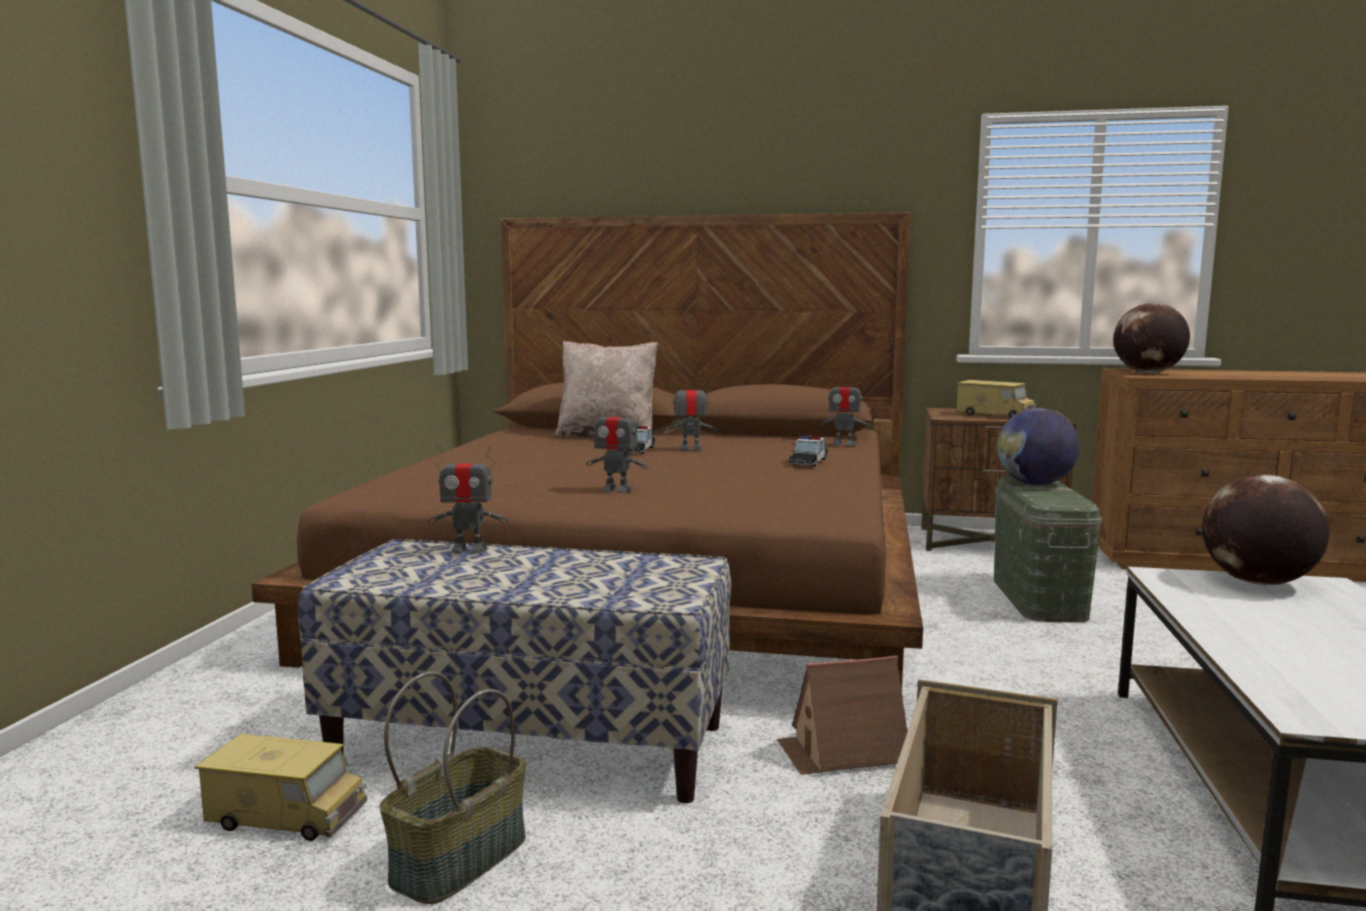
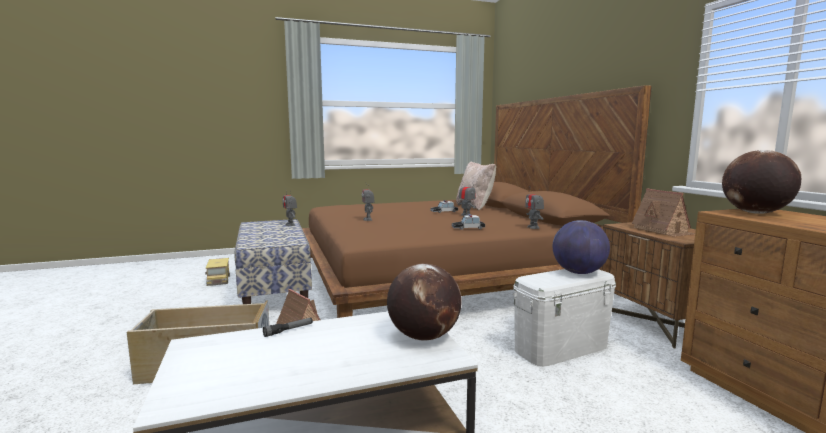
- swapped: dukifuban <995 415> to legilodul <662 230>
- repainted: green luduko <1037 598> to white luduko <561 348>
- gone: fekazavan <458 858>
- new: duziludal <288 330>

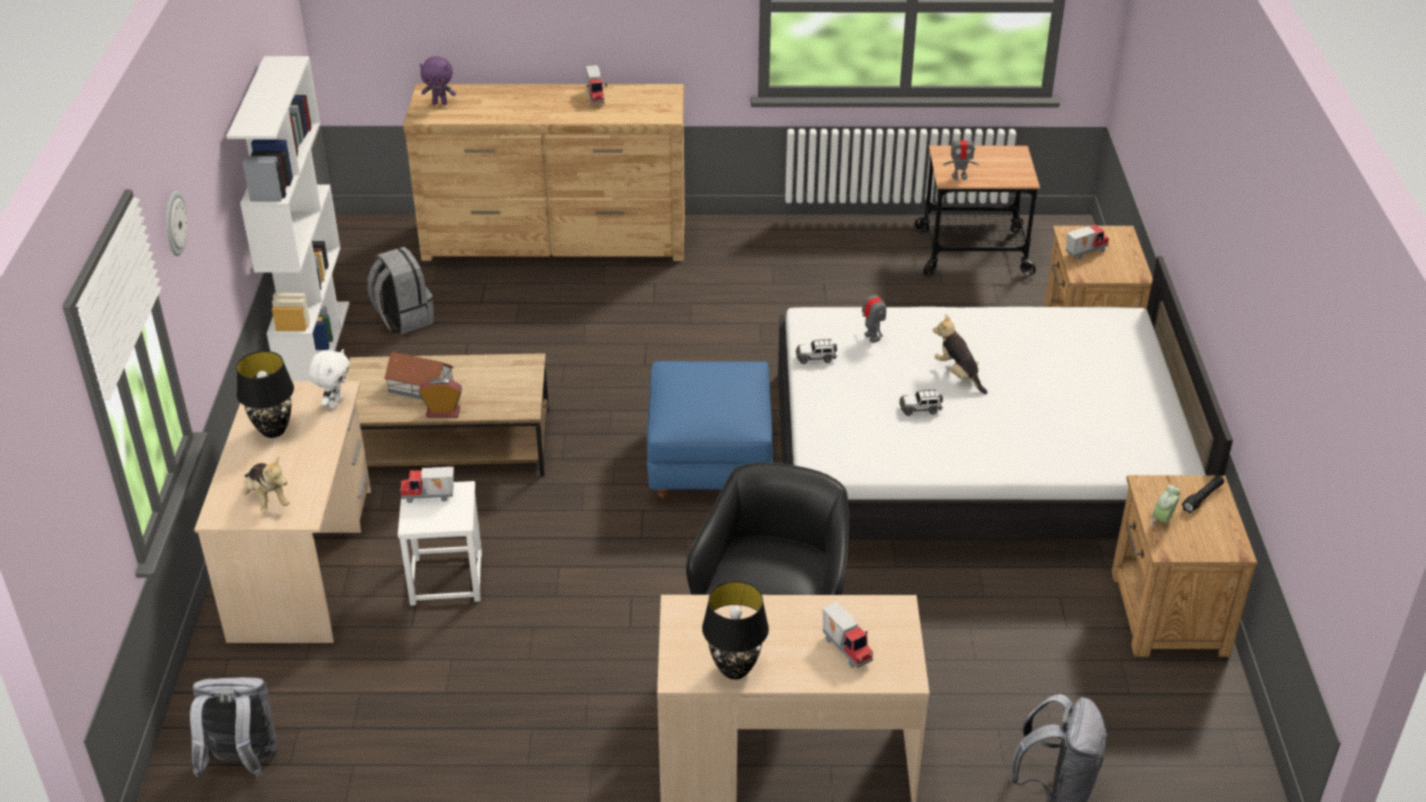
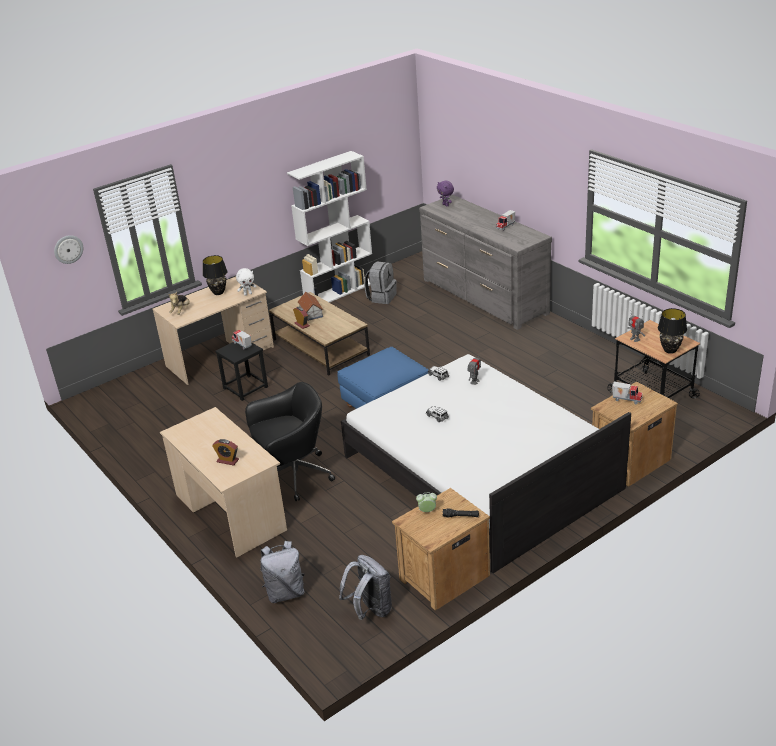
- repainted: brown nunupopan <556 239> to grey nunupopan <484 297>
- shifted: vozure <174 223> to <68 249>
- gone: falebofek <958 374>
- repainted: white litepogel <447 579> to black litepogel <245 388>
- shifted: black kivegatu <734 669> to <670 350>
- swapped: dukifuban <847 648> to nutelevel <227 460>
- shifted: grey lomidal <243 763> to <370 610>

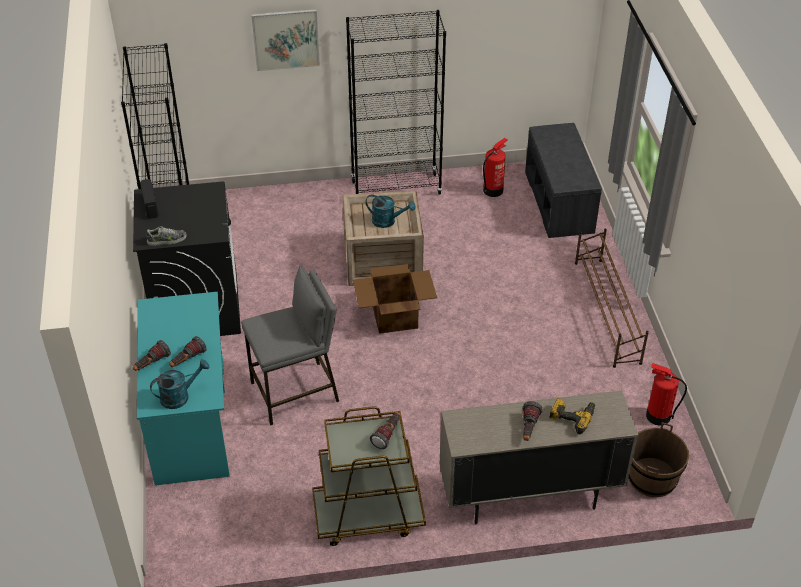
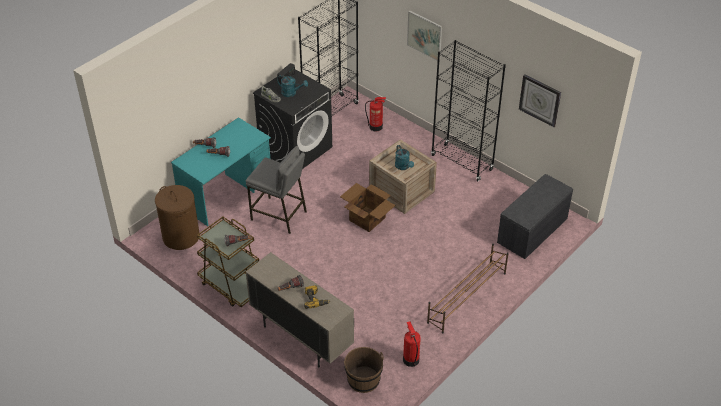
- shifted: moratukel <493 190> to <376 127>
- shifted: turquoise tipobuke <180 396> to <291 93>
- new: vozure <540 100>
- new: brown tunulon <181 237>

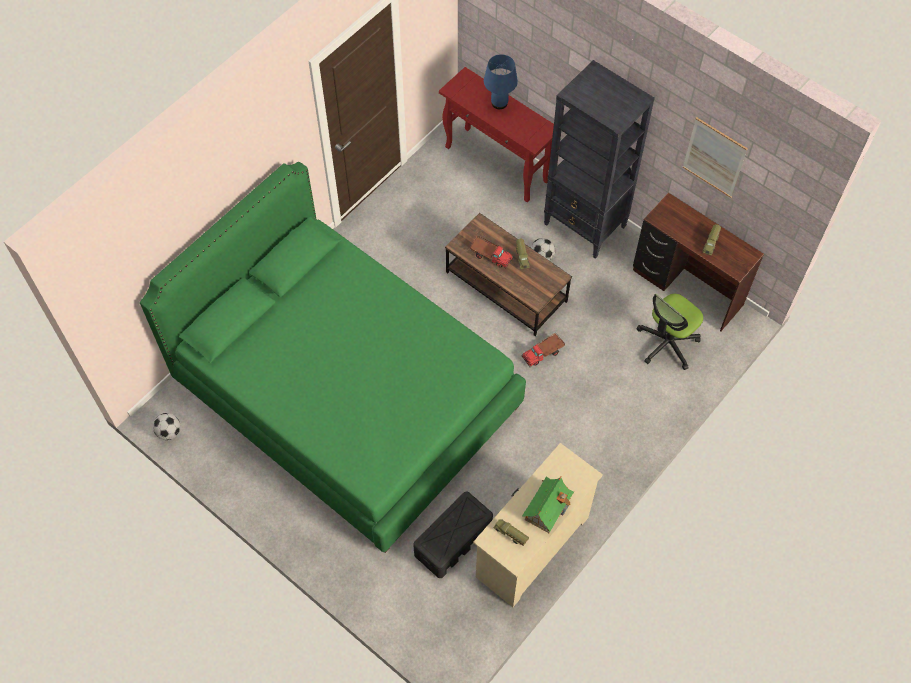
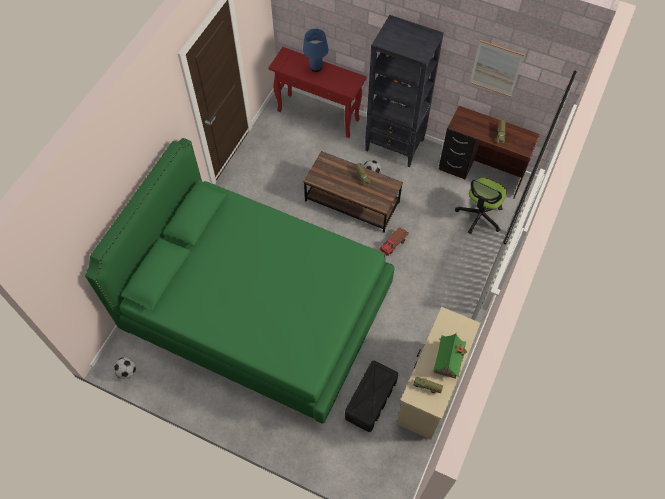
- gone: dukifuban <490 255>

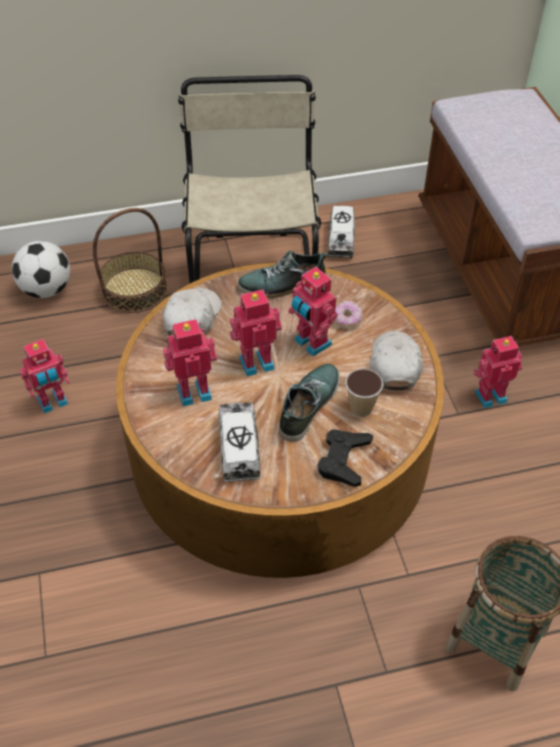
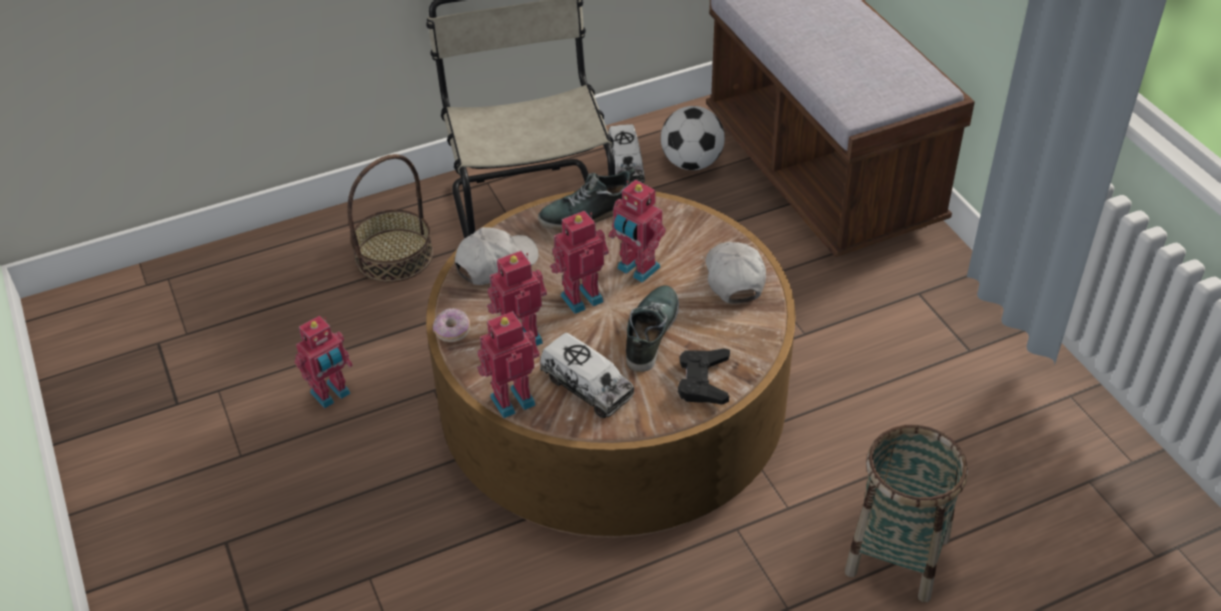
- shifted: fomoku <46 289> to <691 163>
- rotated: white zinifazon <192 318> = <496 263> 45 degrees clockwise
- shifted: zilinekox <346 320> to <452 331>
- shifted: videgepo <489 395> to <511 399>
- gone: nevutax <361 408>
- rotated: dukifuban <239 448> = <587 387> 150 degrees clockwise

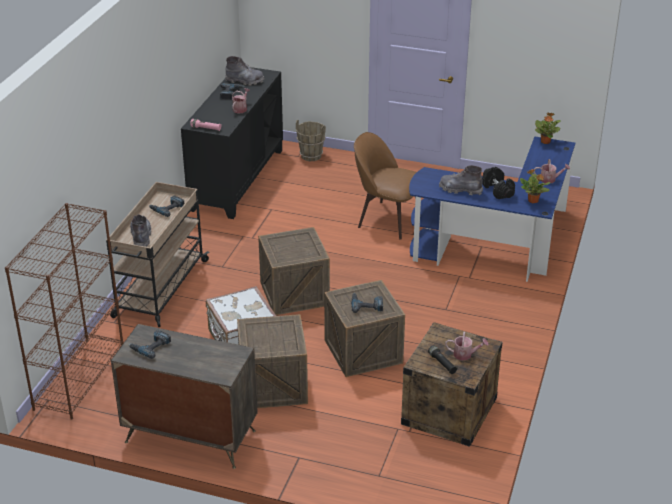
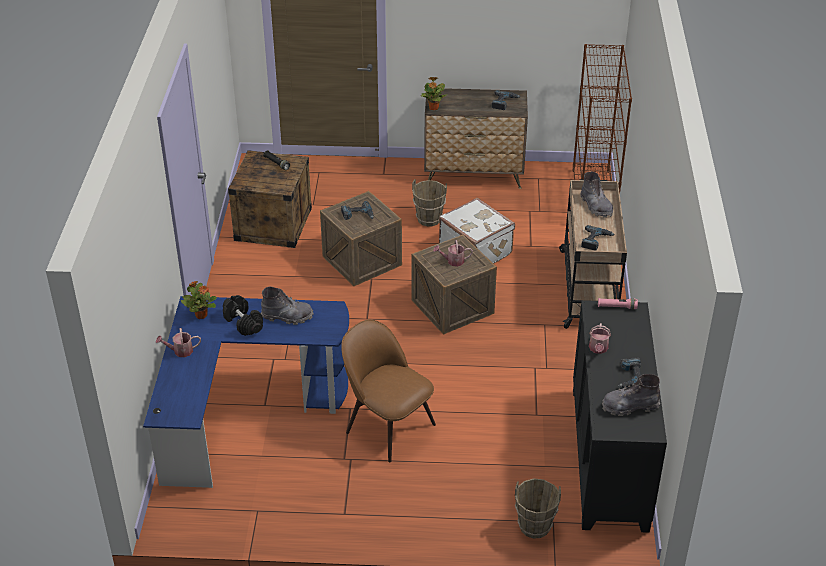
- shifted: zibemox <545 141> to <433 108>
- rotated: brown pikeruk <387 219> = <388 426> 150 degrees counterclockwise
- swapped: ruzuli <273 385> to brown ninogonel <429 219>
- shifted: tipobuke <465 355> to <453 261>

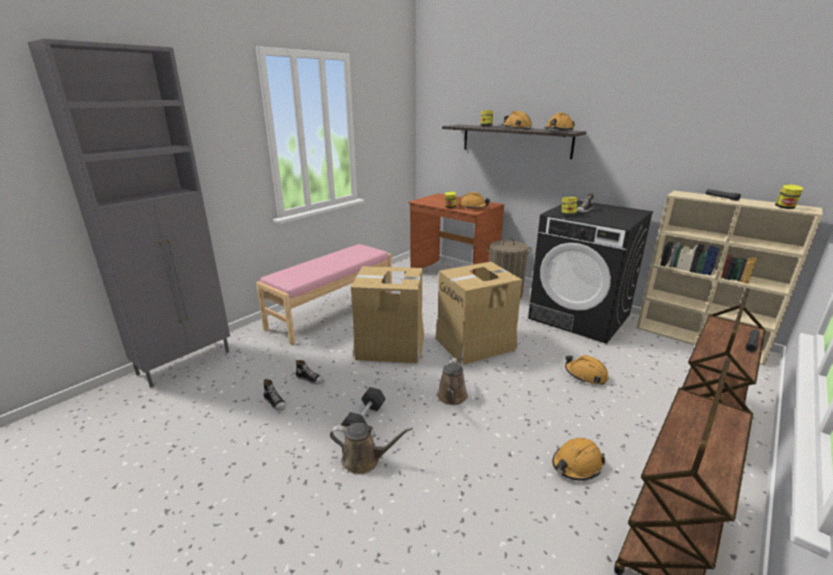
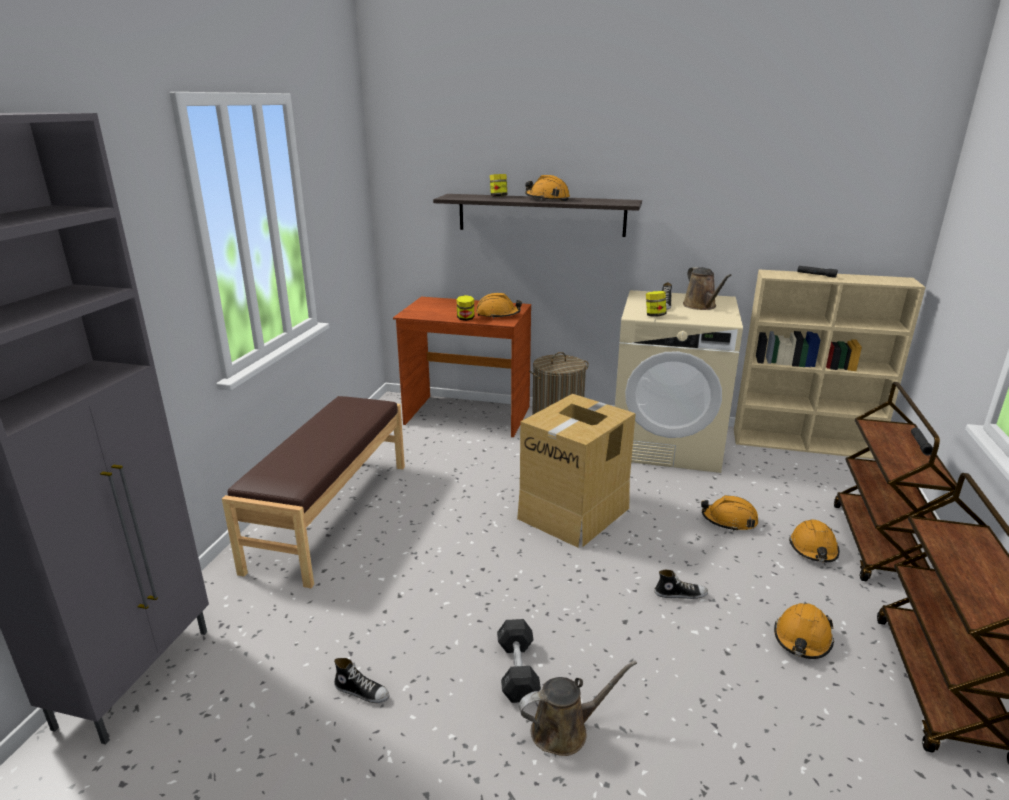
- shifted: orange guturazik <558 131> to <813 549>
- gone: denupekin <785 207>
- repainted: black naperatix <579 317> to beige naperatix <667 443>
- repainted: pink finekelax <332 311> to brown finekelax <330 514>
- gone: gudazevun <390 346>
- shifted: brown tipobuke <452 397> to <701 306>
- shifted: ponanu <310 379> to <680 594>

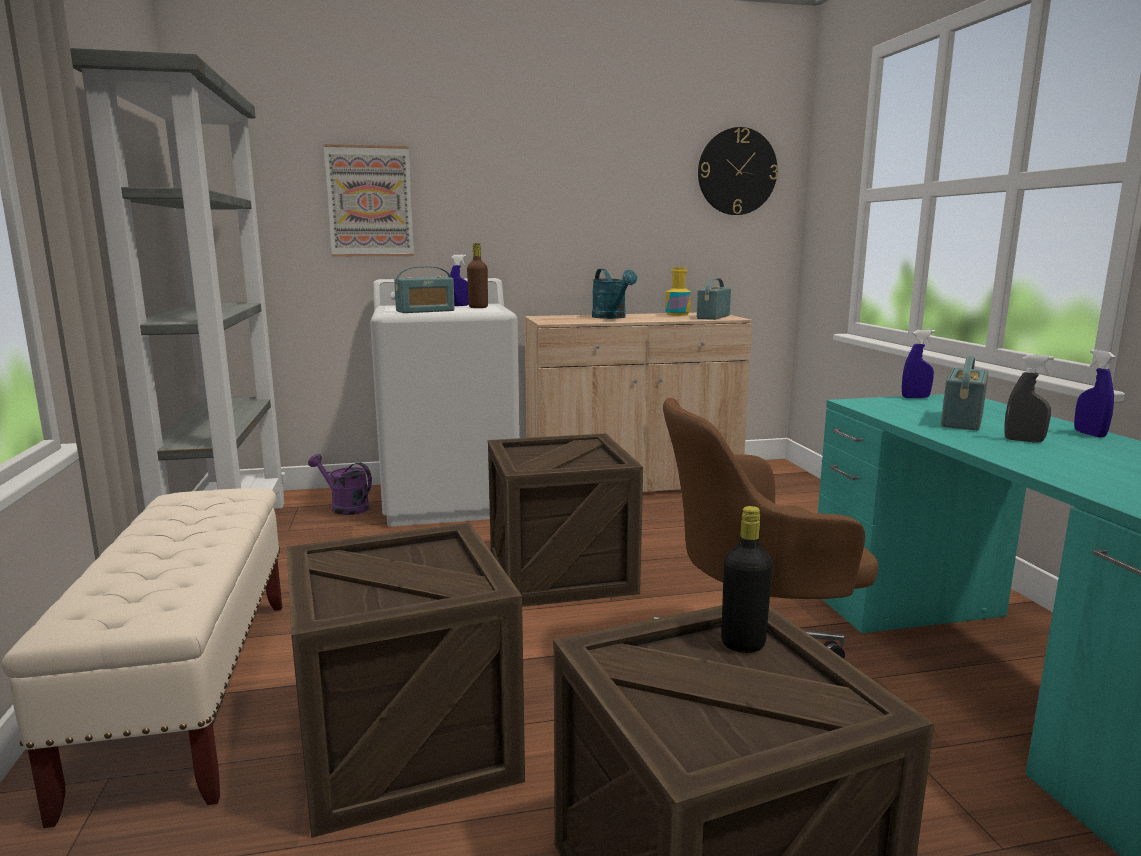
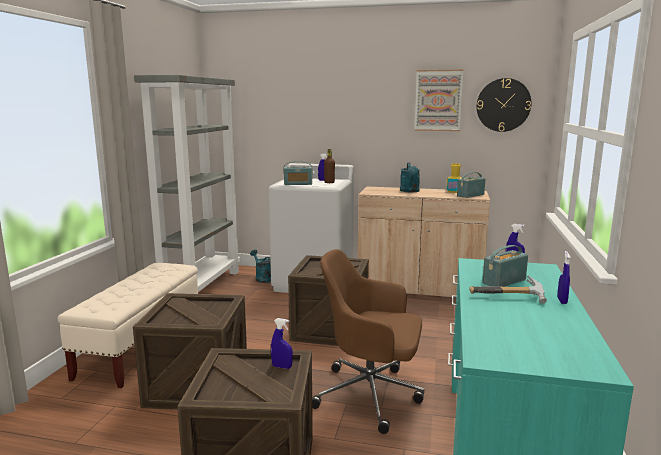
- shifted: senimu <370 201> to <438 100>
- swapped: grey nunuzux <1024 440> to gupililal <509 298>
- repainted: purple tipobuke <345 507> to turquoise tipobuke <262 278>
- swapped: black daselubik <743 644> to blue nunuzux <282 367>

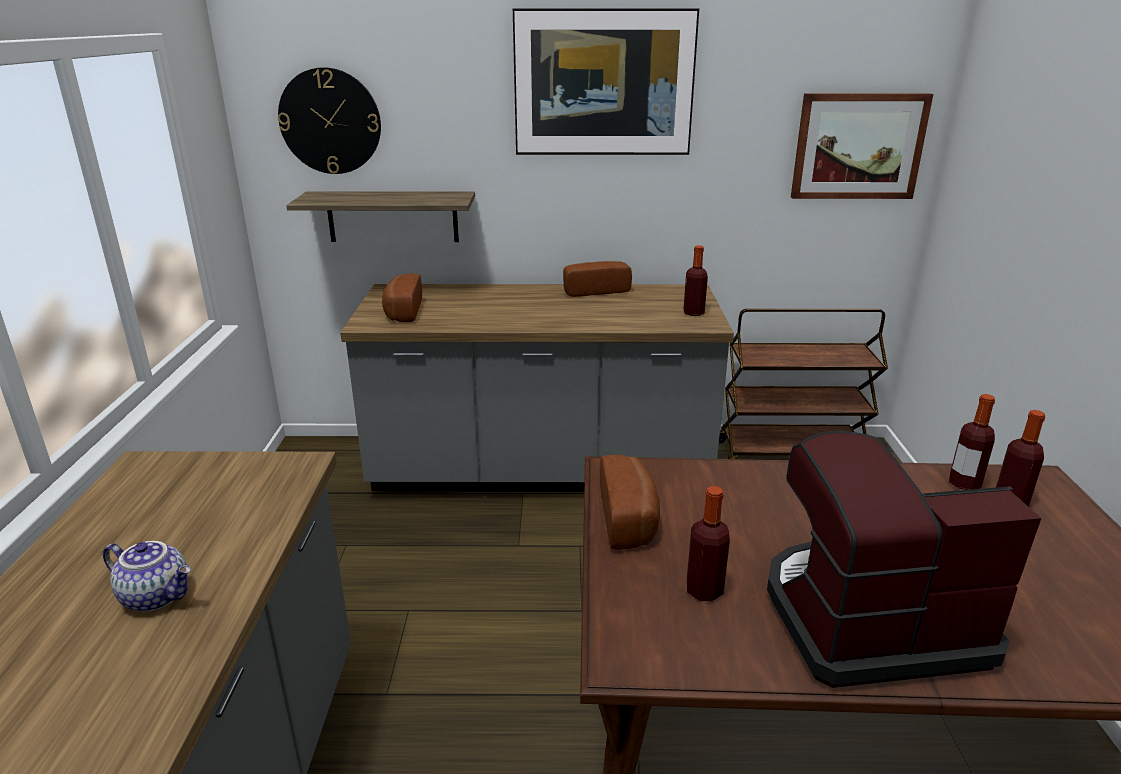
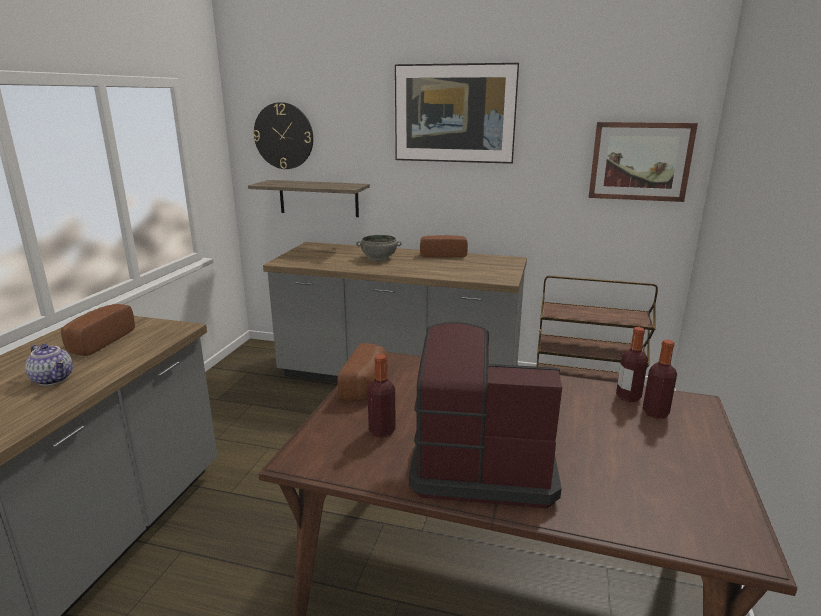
- gone: daselubik <693 313>
- shifted: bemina <402 311> to <98 342>
- new: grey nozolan <379 258>

